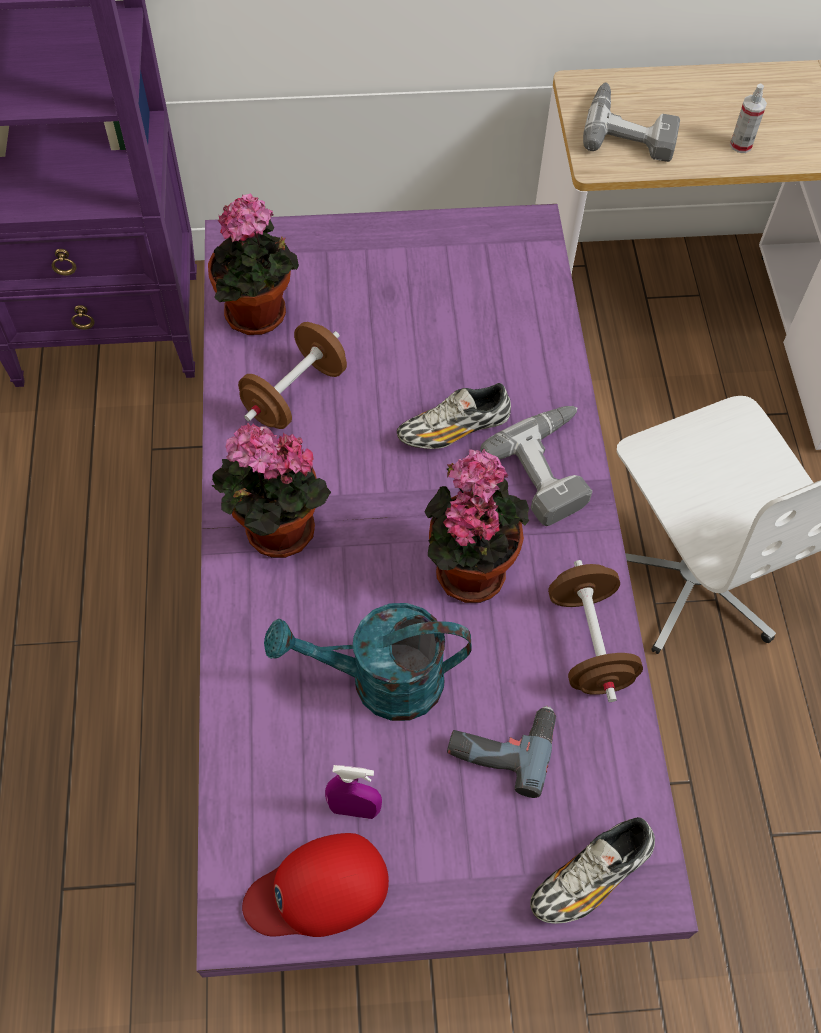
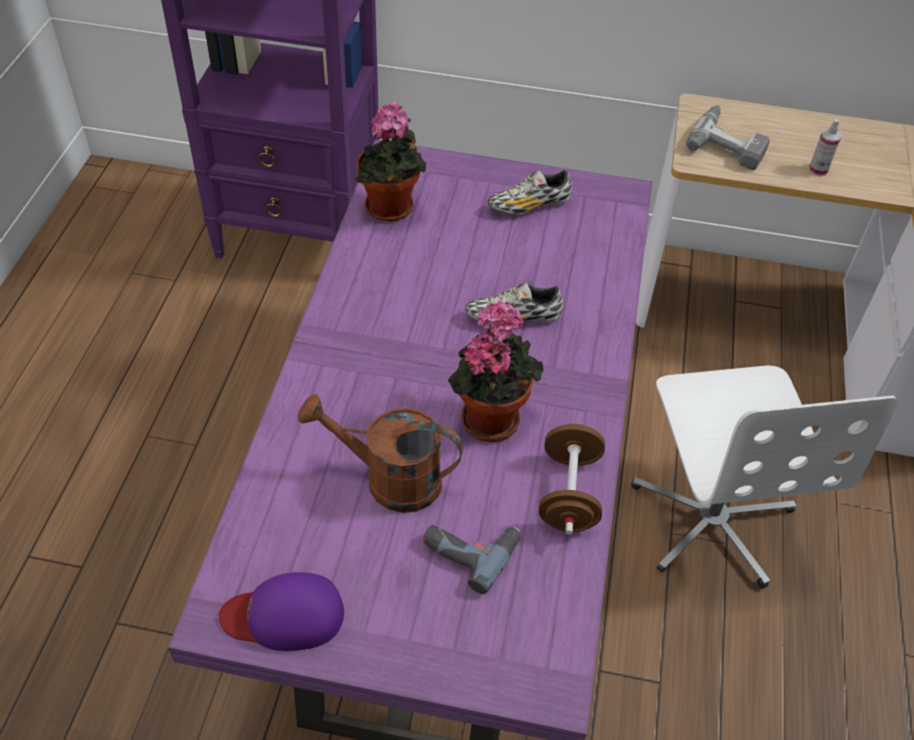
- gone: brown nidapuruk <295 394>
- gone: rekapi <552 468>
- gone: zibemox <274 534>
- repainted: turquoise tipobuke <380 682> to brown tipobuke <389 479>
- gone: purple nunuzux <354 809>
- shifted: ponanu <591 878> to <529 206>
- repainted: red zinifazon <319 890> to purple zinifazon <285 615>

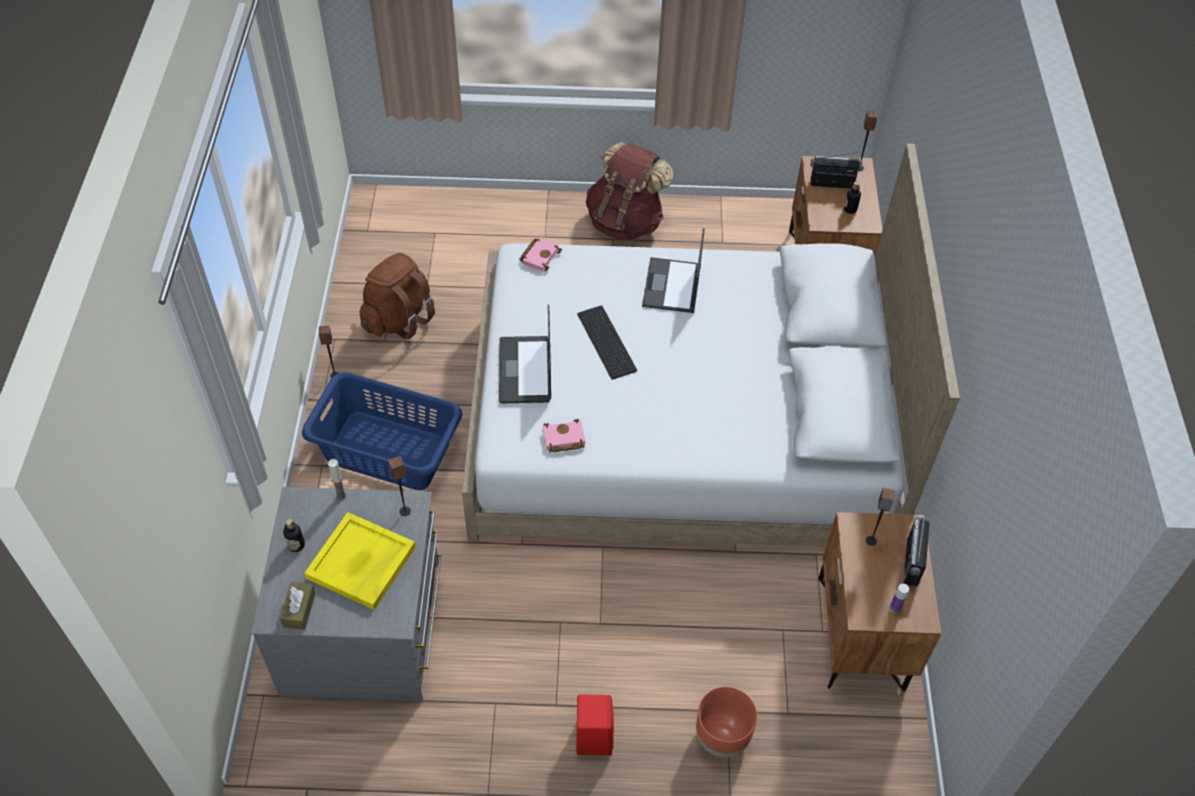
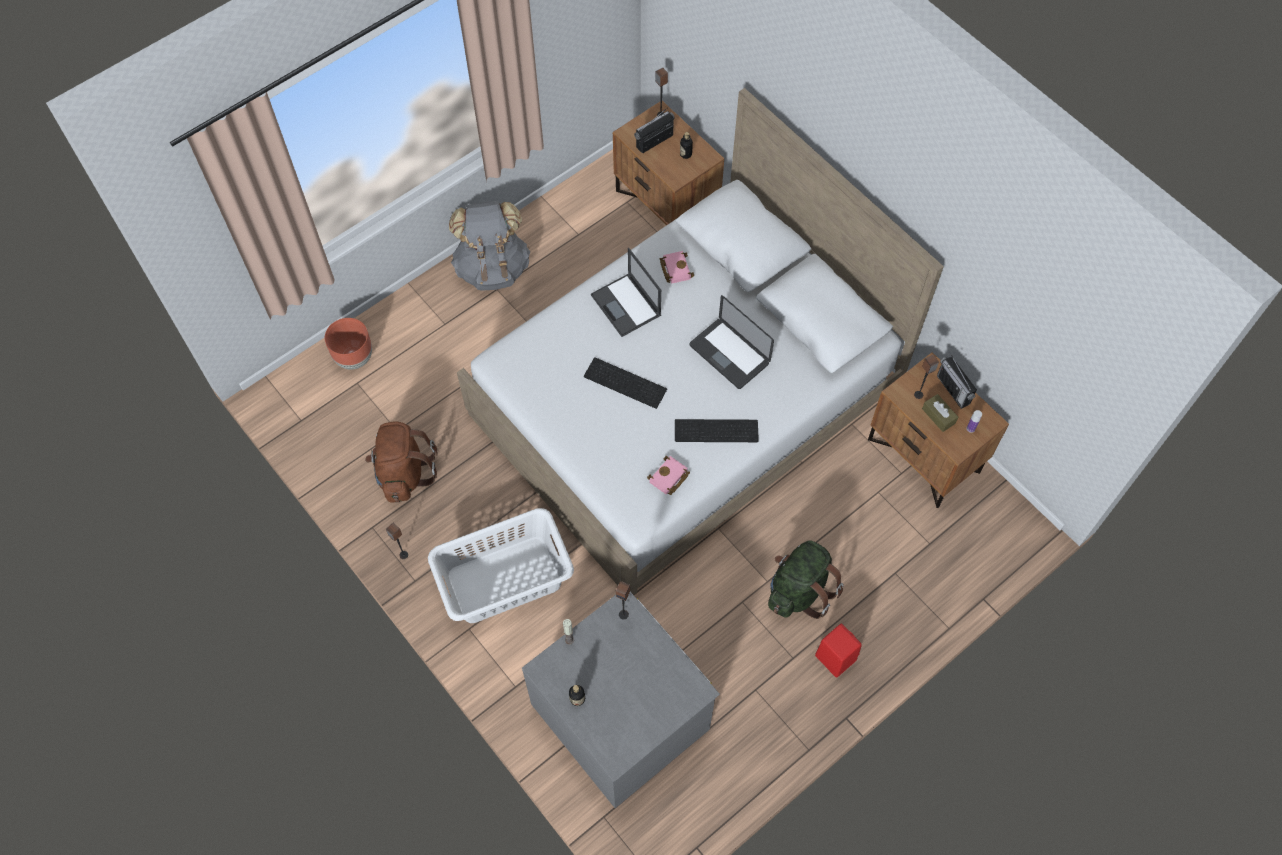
- repainted: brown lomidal <625 222> to grey lomidal <492 267>
- shifted: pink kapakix <539 256> to <675 268>
- shifted: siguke <525 371> to <729 354>
- repainted: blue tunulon <388 452> to white tunulon <505 580>
- gone: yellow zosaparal <361 563>
- shifted: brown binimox <299 610> to <938 416>
- shifted: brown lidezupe <722 737> to <354 357>
- new: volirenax <715 432>
- new: green lomidal <799 590>

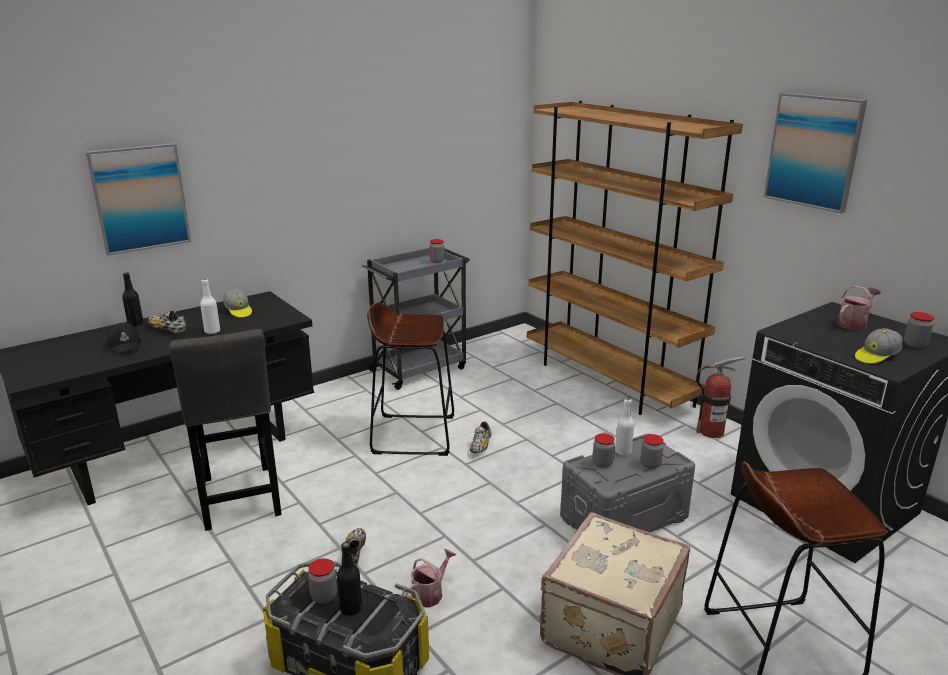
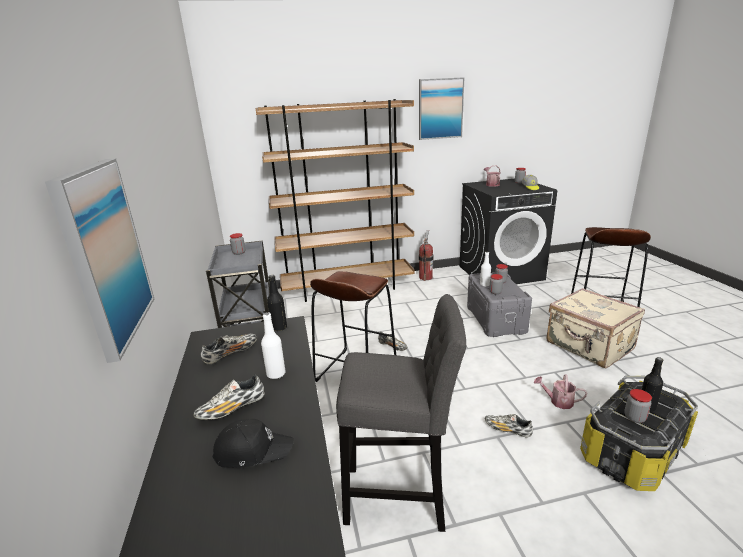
- shifted: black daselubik <135 323> to <279 328>
- swapped: zinifazon <238 311> to ponanu <231 354>
- rotated: tipobuke <430 593> = <558 401> 45 degrees counterclockwise

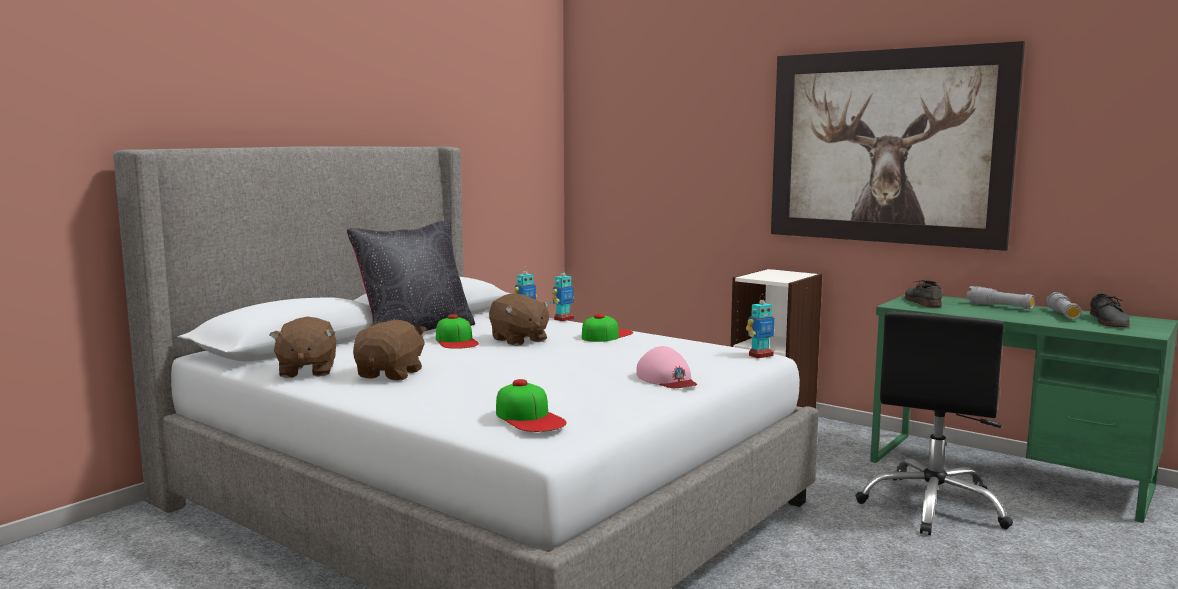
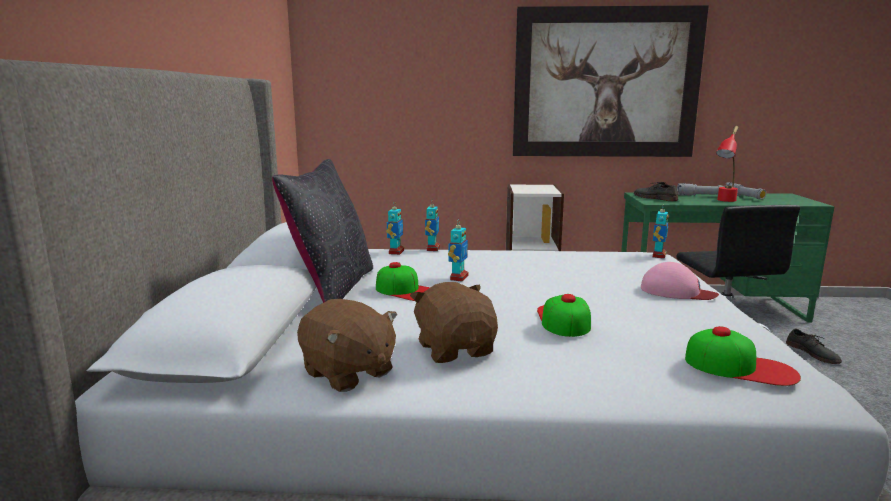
- swapped: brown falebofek <519 340> to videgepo <458 278>
- shifted: grey ponanu <1109 321> to <813 353>
- shifted: zinifazon <606 335> to <563 319>
- new: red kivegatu <724 201>

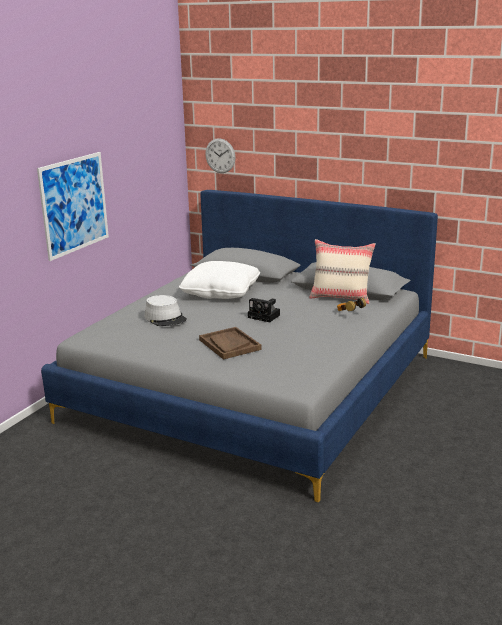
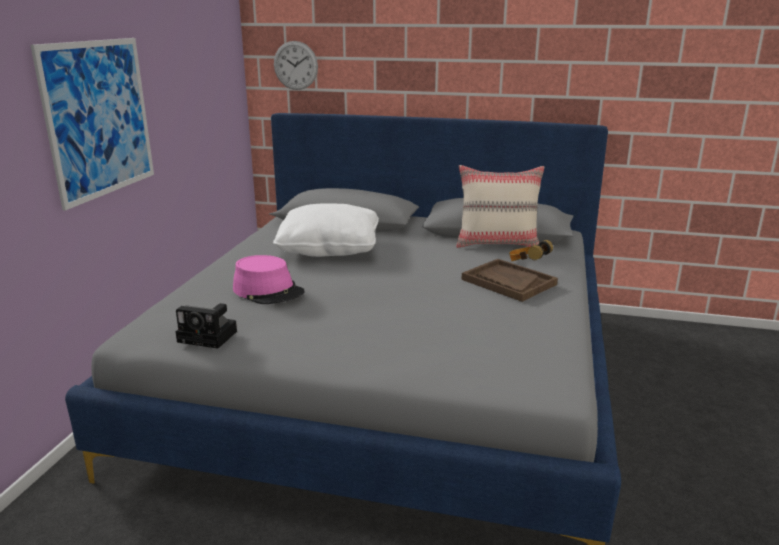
- repainted: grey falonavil <165 318> to pink falonavil <268 291>
- shifted: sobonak <265 316> to <210 336>
- shifted: brown zosaparal <229 344> to <508 282>

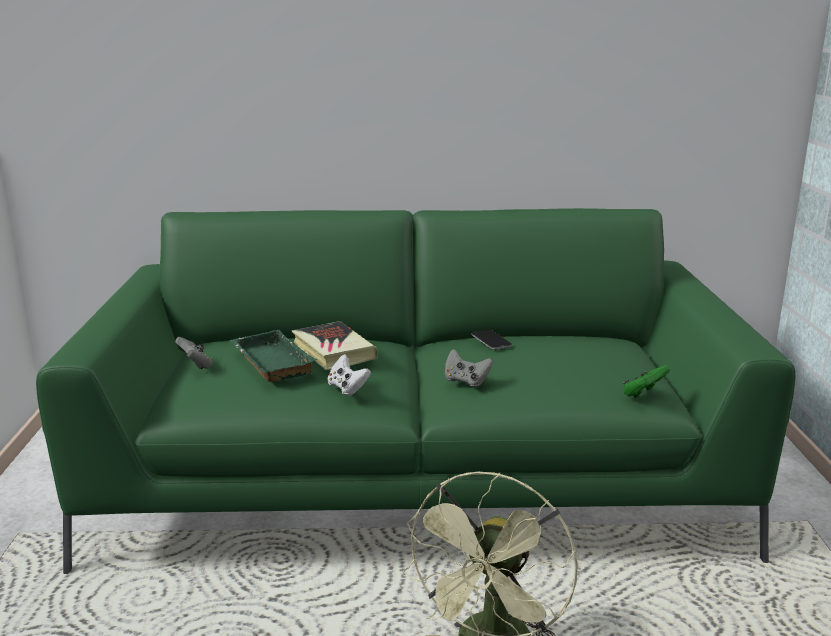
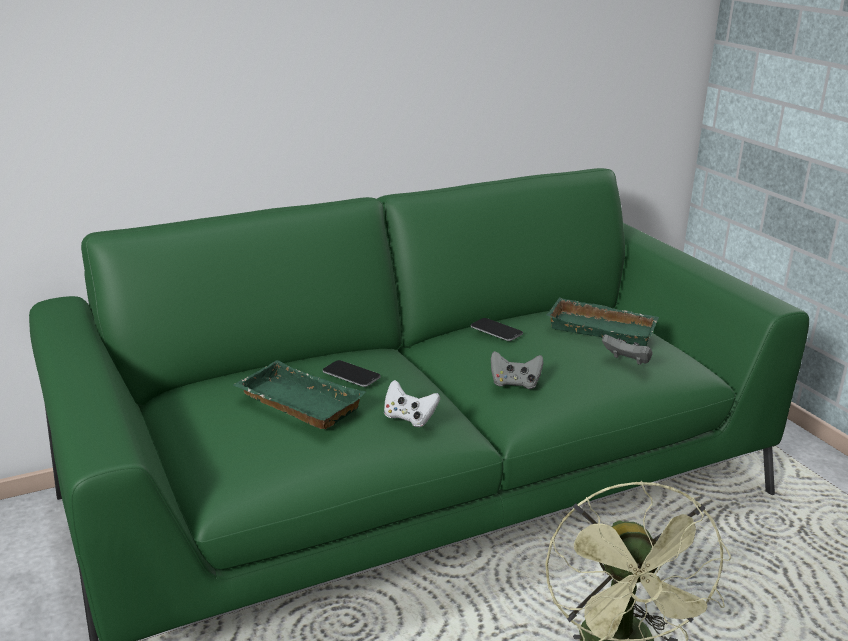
- swapped: kapakix <333 351> to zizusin <351 375>
- shifted: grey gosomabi <196 365> to <627 362>
- gone: green gosomabi <643 394>
- new: green zosaparal <603 328>

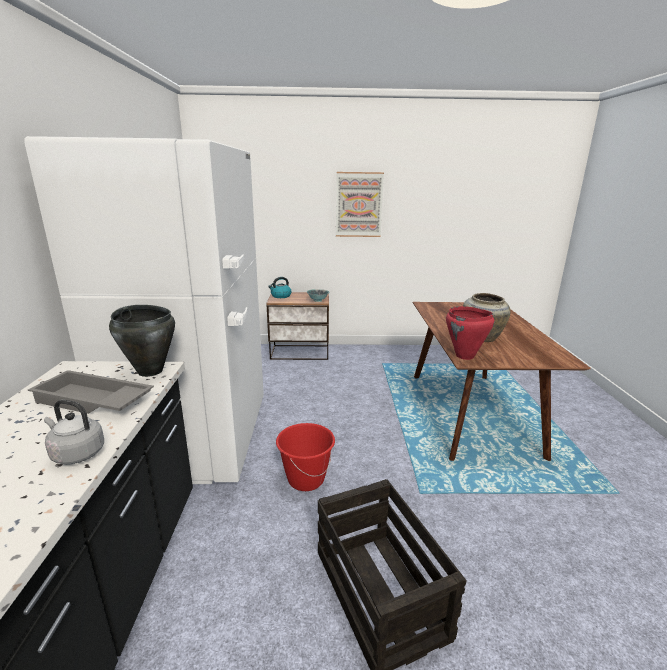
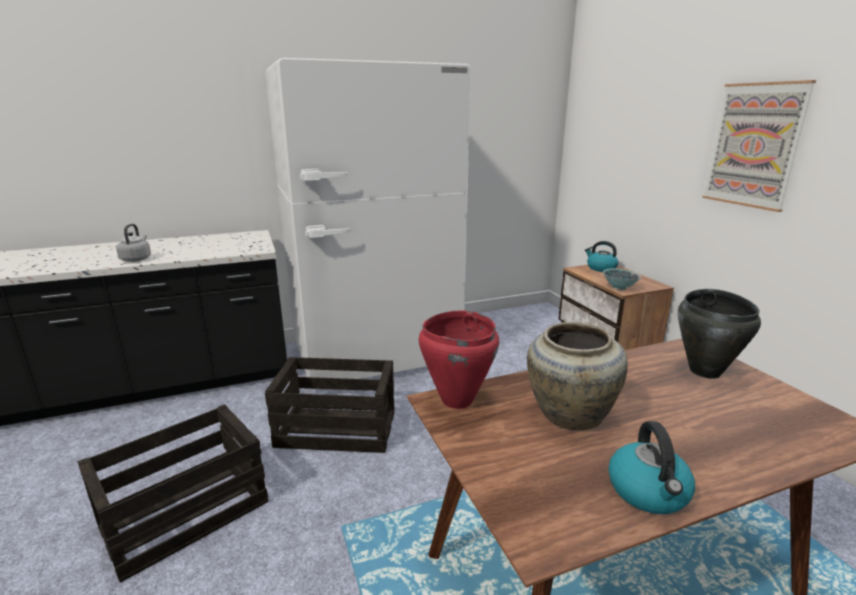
- shifted: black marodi <150 371> to <705 371>
- gone: grey zosaparal <92 401>
- swapped: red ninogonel <305 479> to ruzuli <338 429>
- new: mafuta <648 492>

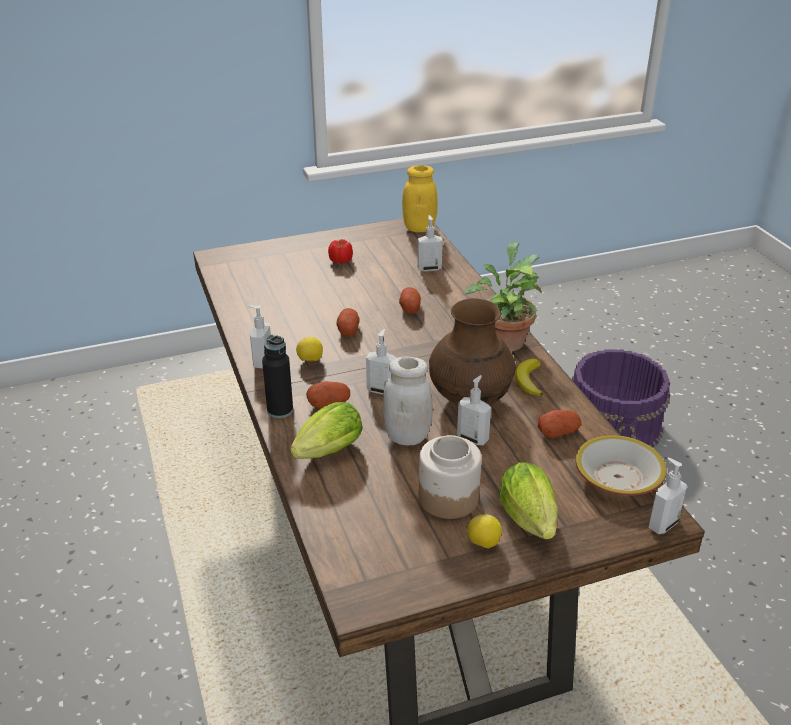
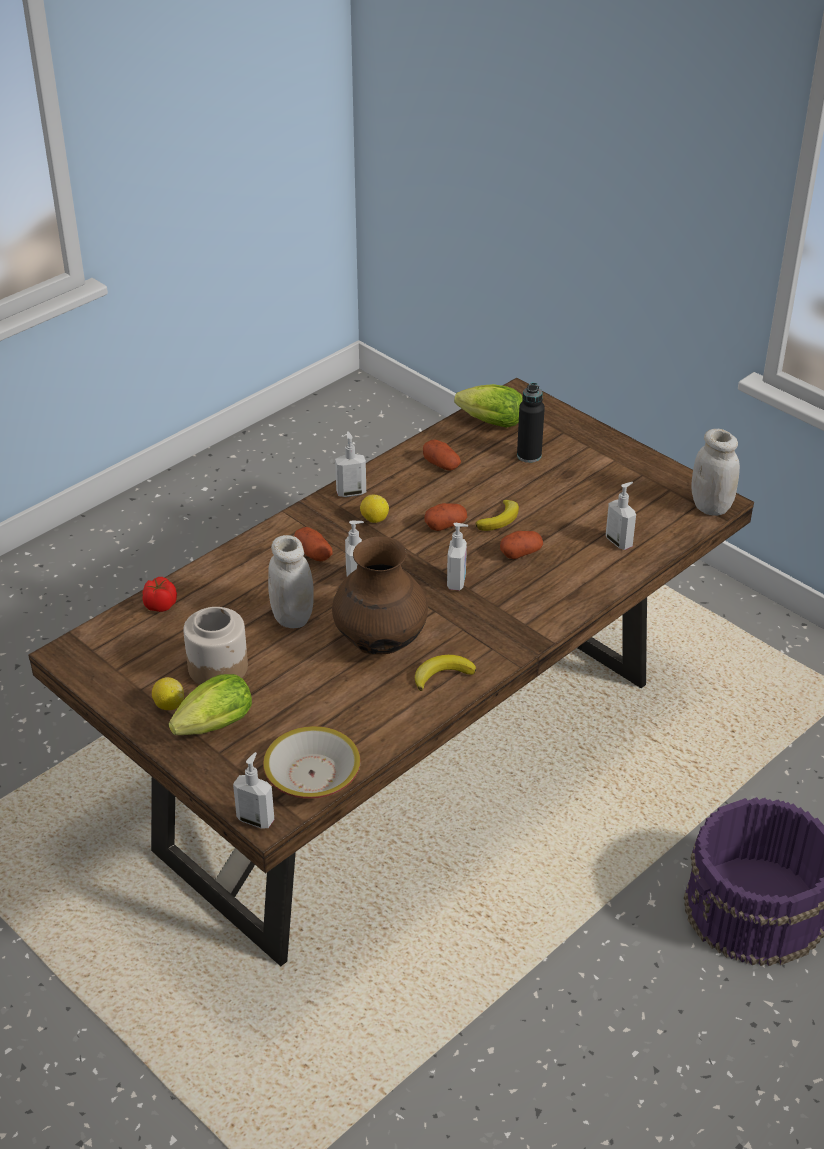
- repainted: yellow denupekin <419 228> to white denupekin <711 507>
- shifted: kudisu <341 261> to <159 605>
- gone: zibemox <504 340>
- shifted: black daselubik <280 410> to <529 455>
- shifted: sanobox <473 438> to <457 582>
- shifted: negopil <326 453> to <487 422>
- shifted: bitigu <558 432> to <441 464>
- new: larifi <500 519>

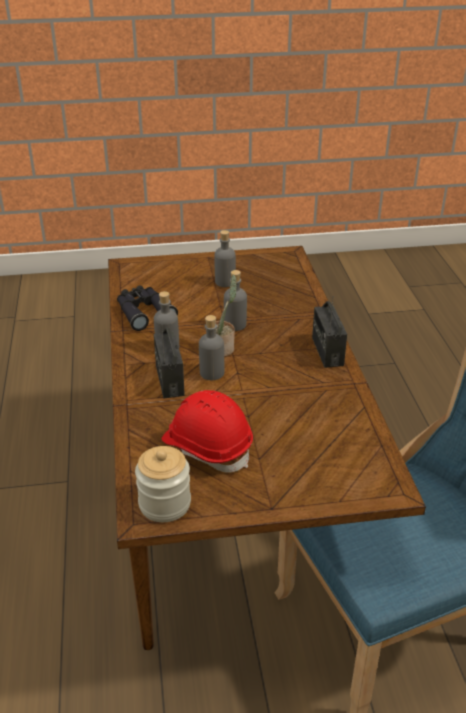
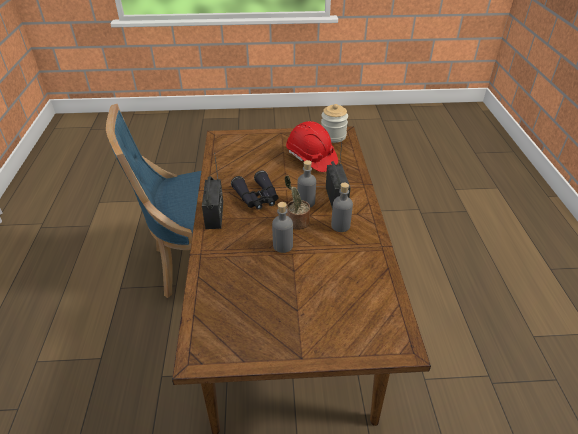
- gone: grey daselubik <225 282>
- shifted: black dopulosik <143 312> to <257 197>

